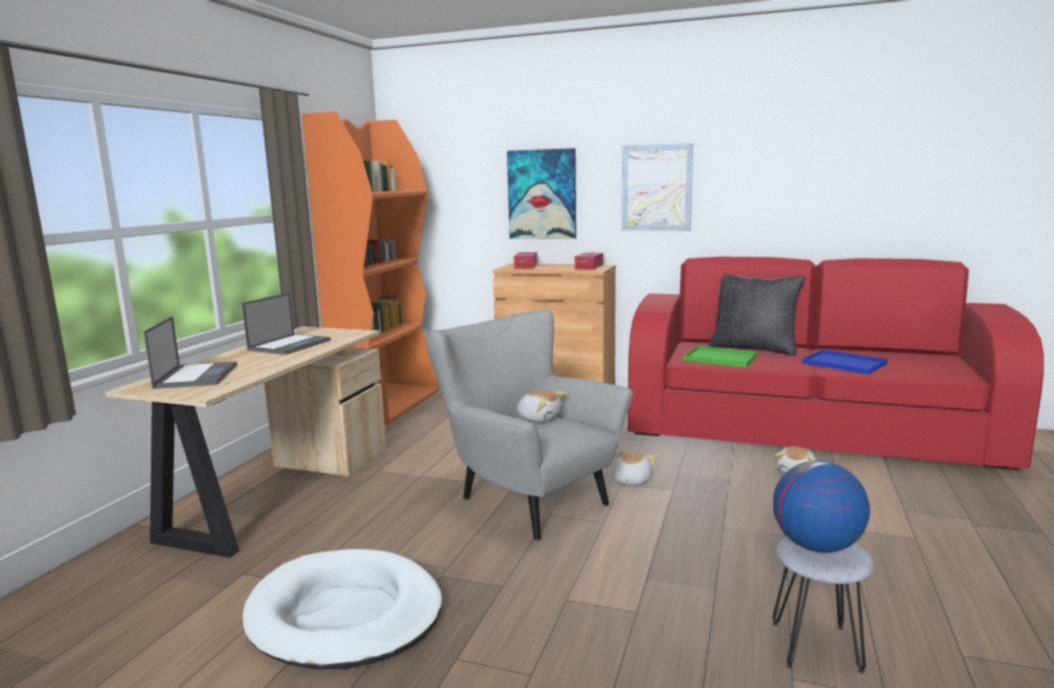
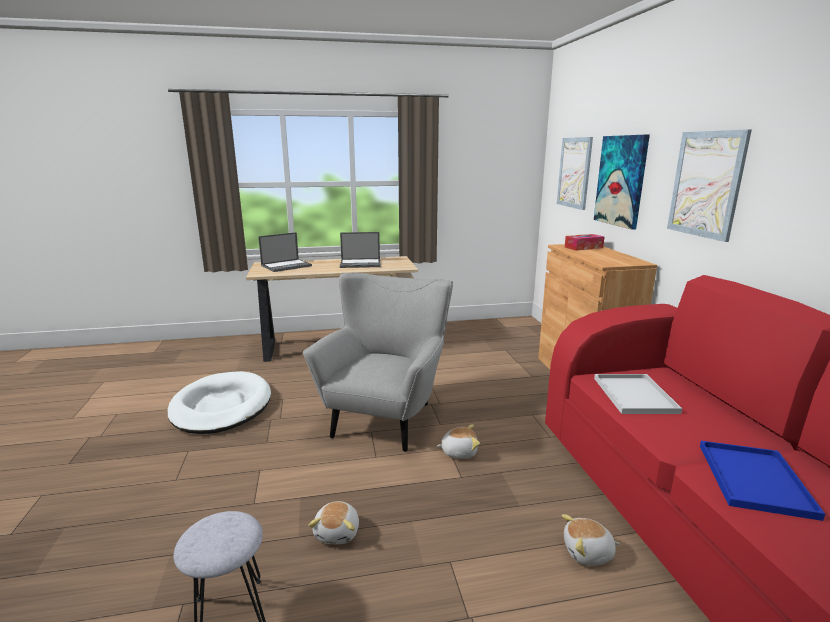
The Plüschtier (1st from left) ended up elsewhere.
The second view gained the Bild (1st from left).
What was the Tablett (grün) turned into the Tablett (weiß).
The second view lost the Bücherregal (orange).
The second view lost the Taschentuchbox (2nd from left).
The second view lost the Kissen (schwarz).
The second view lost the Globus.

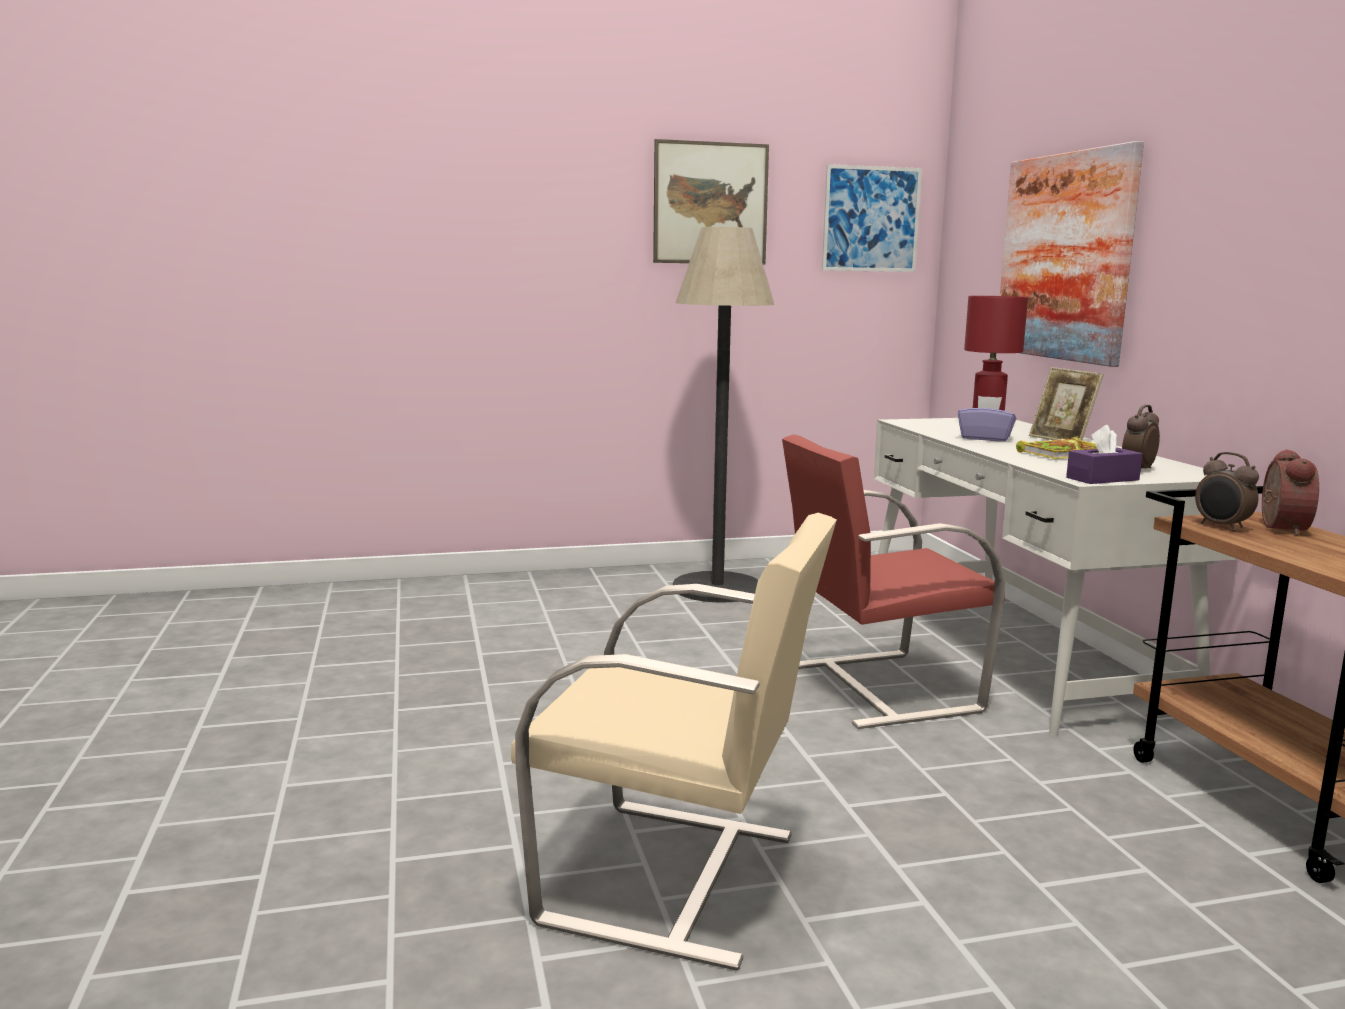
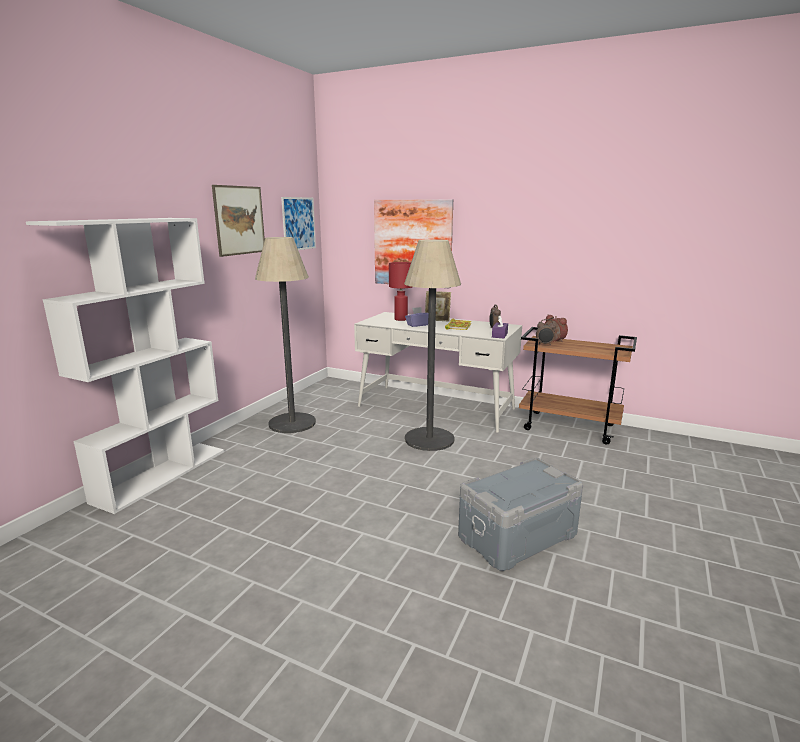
The second view gained the Bücherregal (weiß).
Where the Stuhl (rot) stood, the Stehlampe (2nd from left) came to stand.
Where the Stuhl (beige) stood, the Aufbewahrungsbox (grau) came to stand.

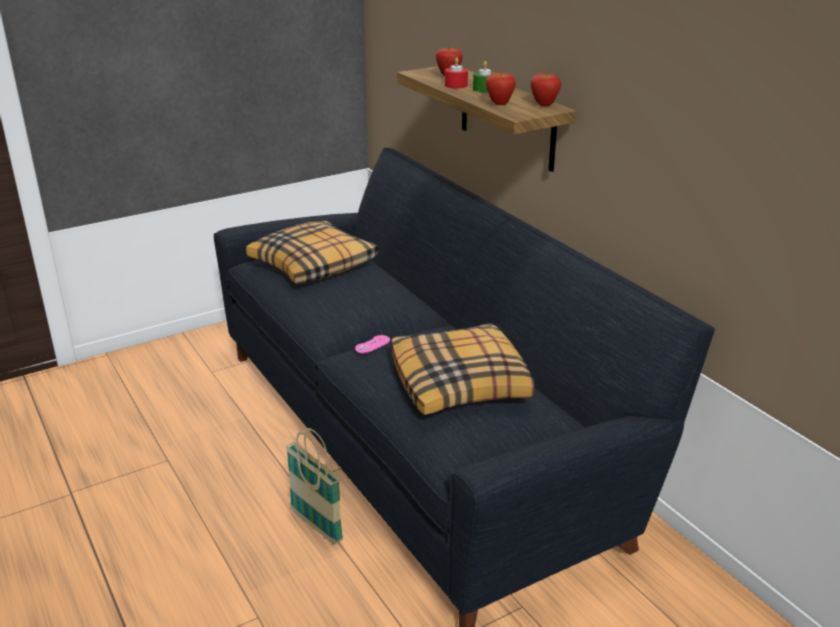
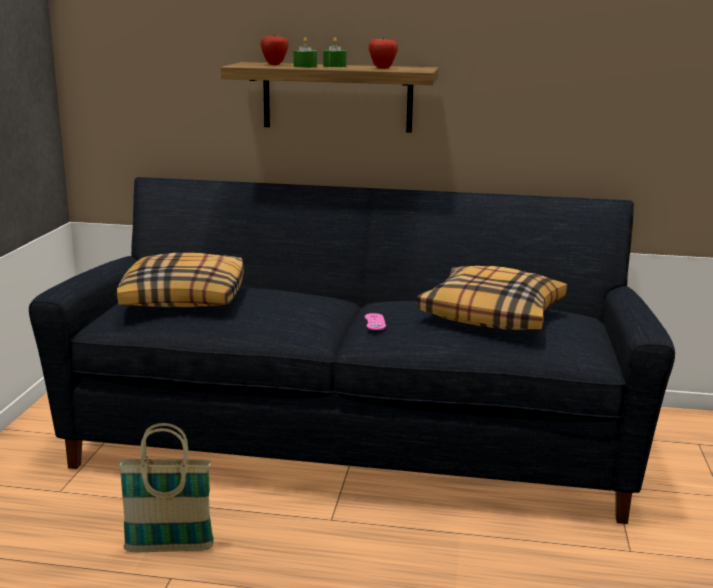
The Korb ended up elsewhere.
What was the Kerze (rot) turned into the Kerze (grün) (1st from left).
The second view lost the Apfel (3rd from left).

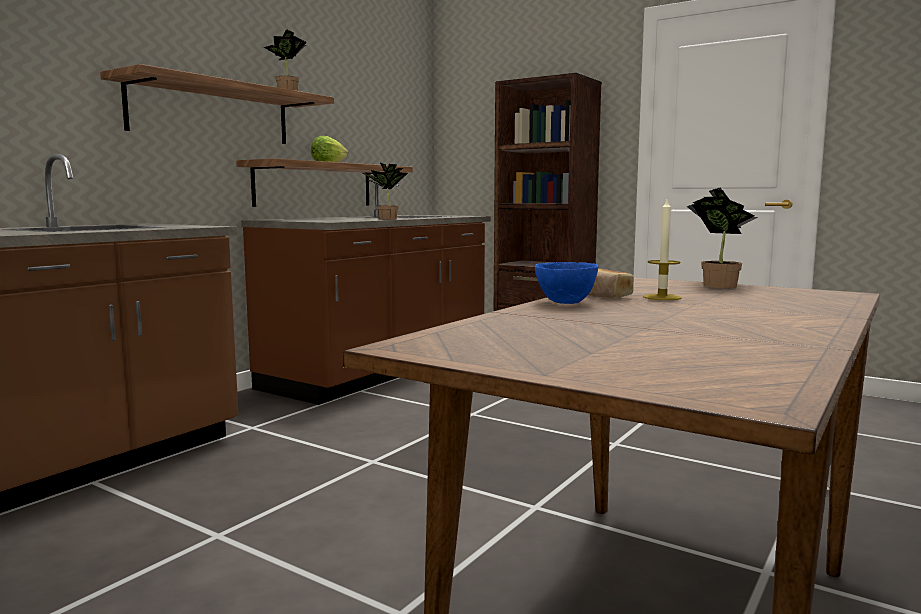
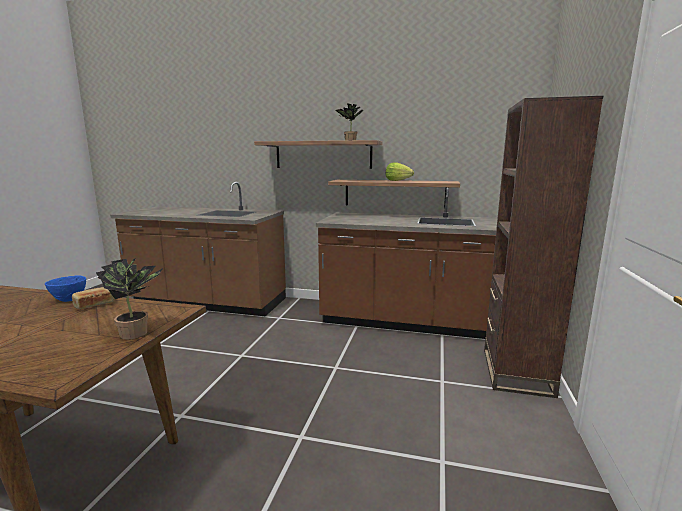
The second view lost the Topfpflanze (2nd from left).
The second view lost the Kerze.

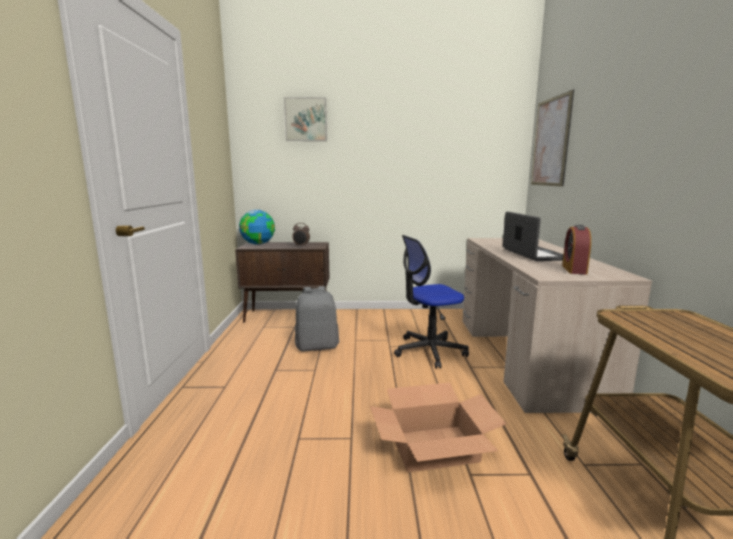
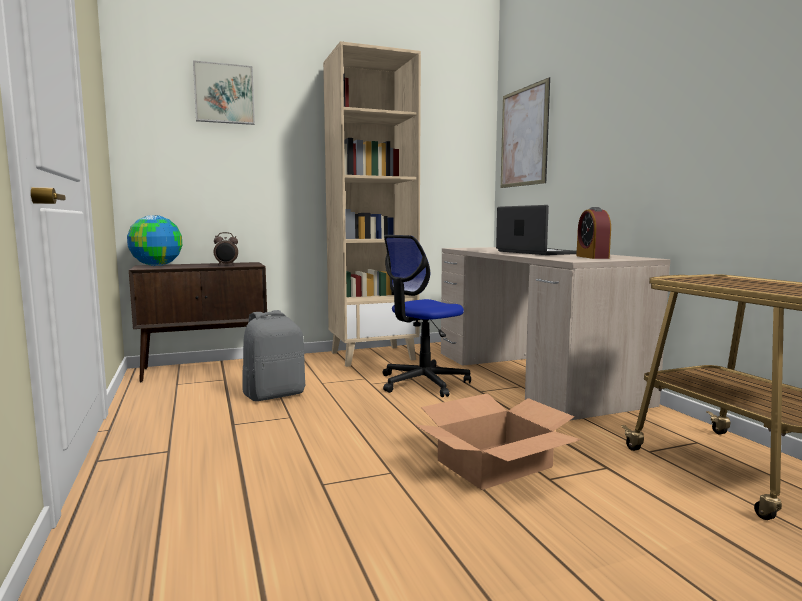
The second view gained the Bücherregal (beige).

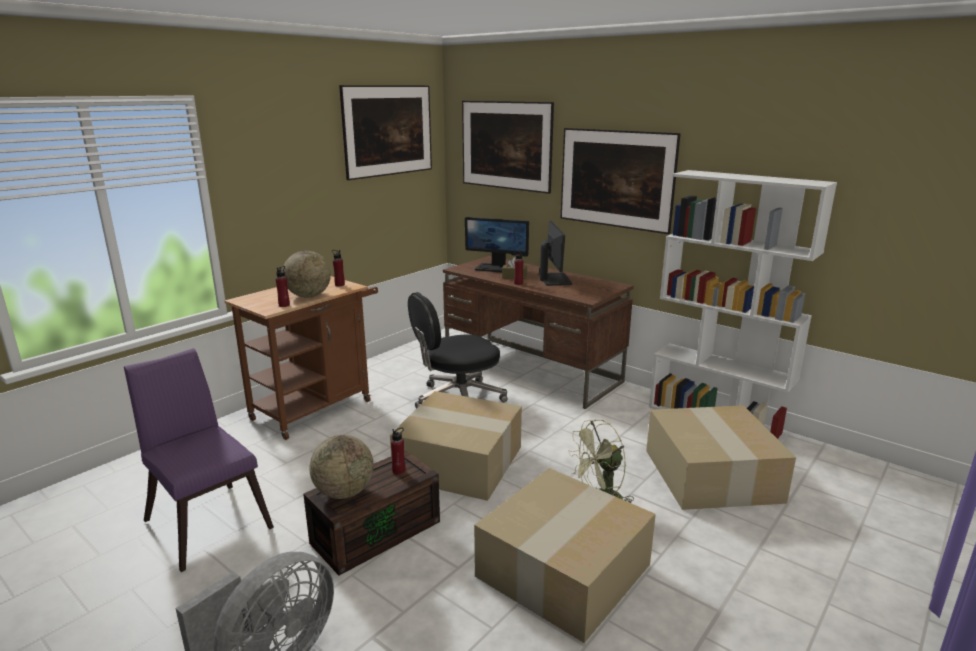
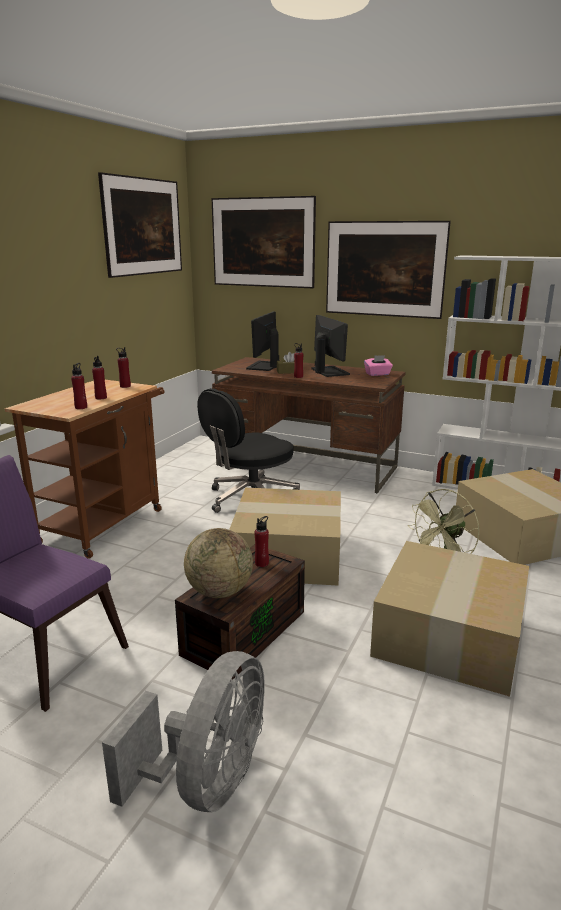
Where the Globus (1st from left) stood, the Flasche (rot) (2nd from left) came to stand.
The Monitor (1st from left) ended up facing another way, 105 degrees clockwise from before.
The second view gained the Taschentuchbox (rosa).

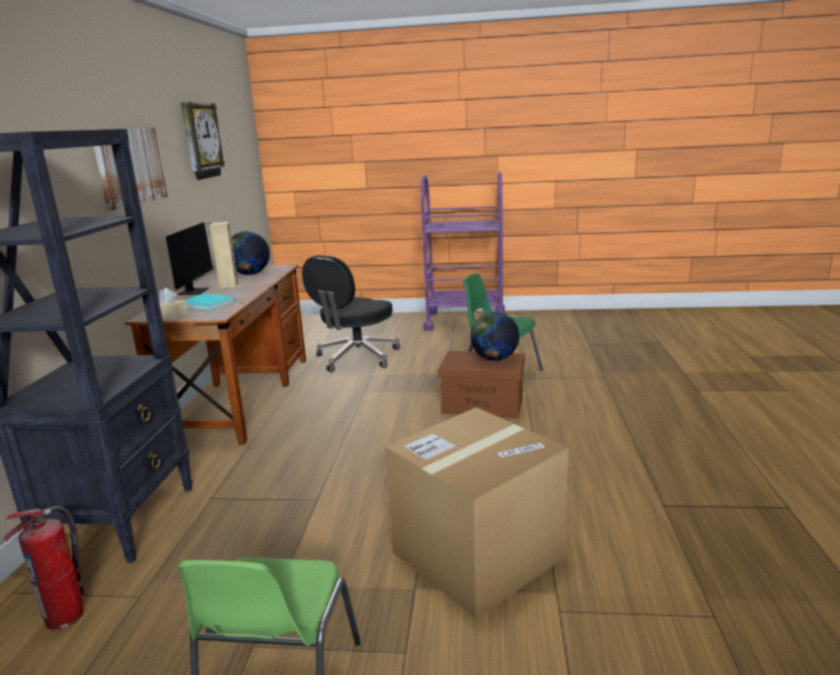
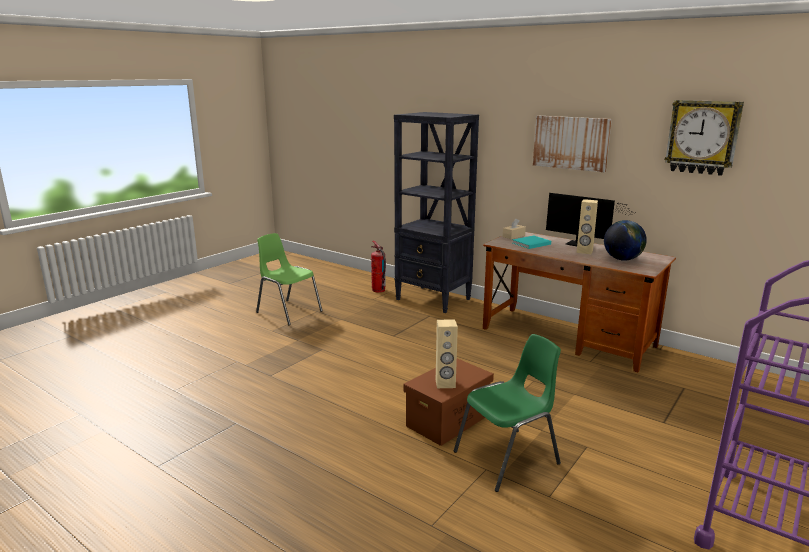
Where the Globus (2nd from left) stood, the Lautsprecher (beige) (1st from left) came to stand.
The second view lost the Bürostuhl (schwarz).
The second view lost the Karton.

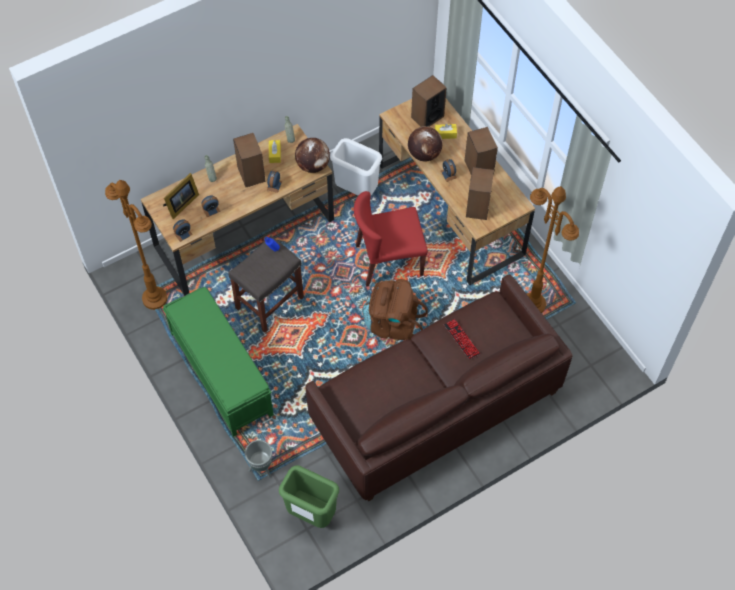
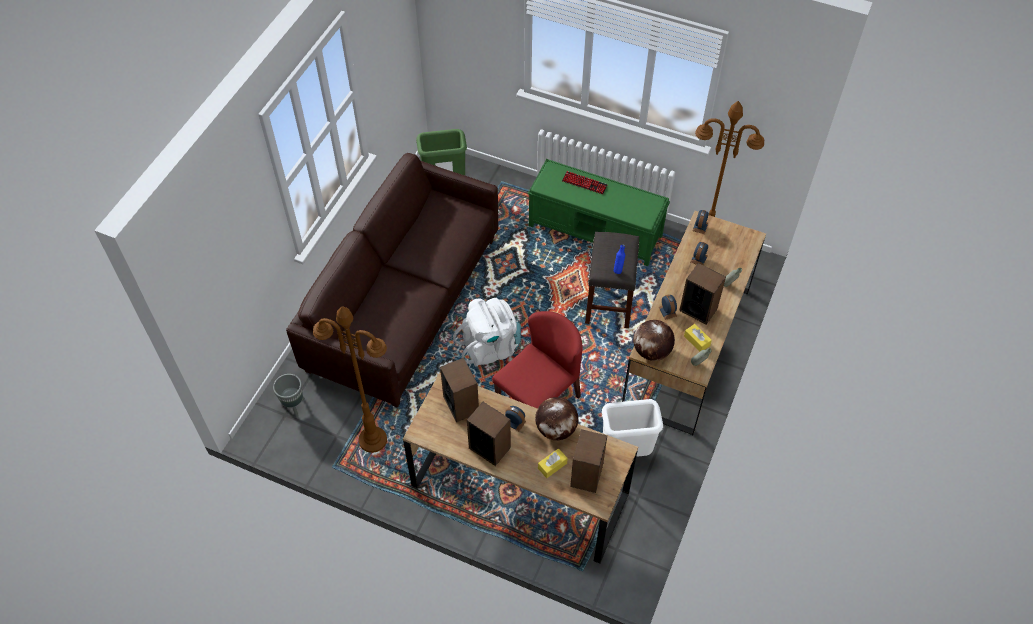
The Pflanzkübel (grau) ended up elsewhere.
What was the Rucksack (braun) turned into the Rucksack (weiß).
The Tastatur ended up elsewhere.
The second view lost the Bilderrahmen.

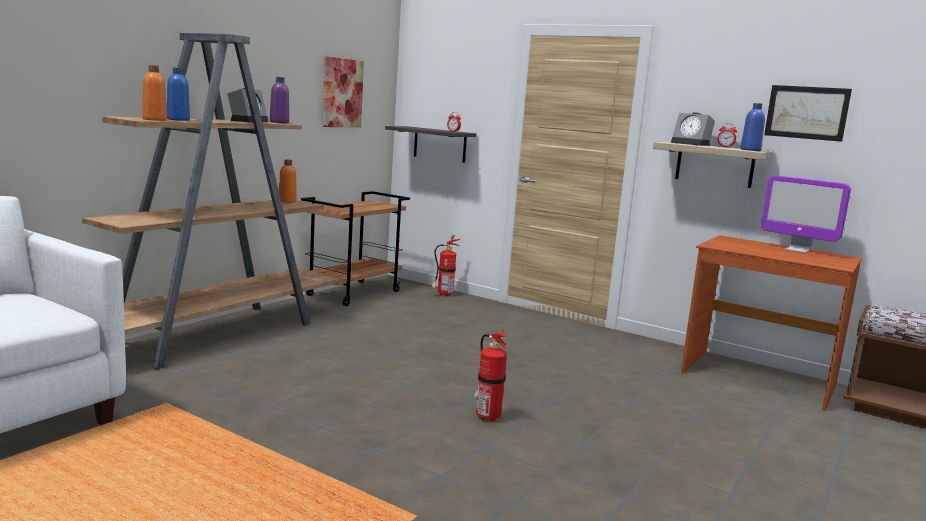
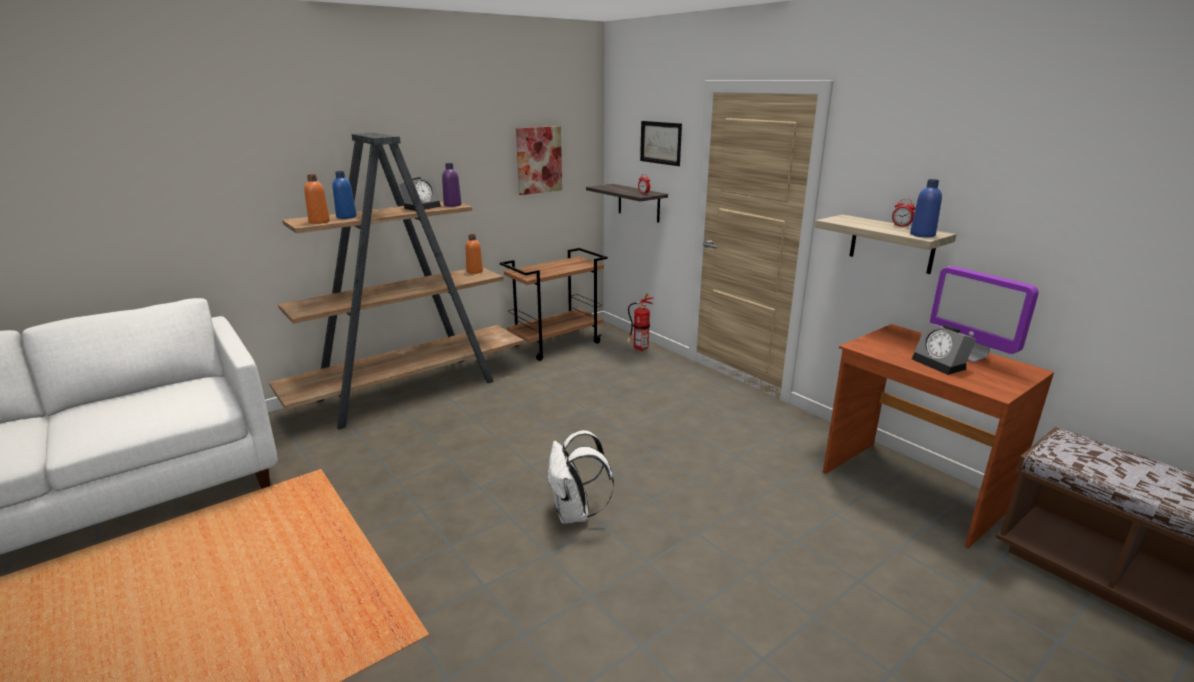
Where the Feuerlöscher (2nd from left) stood, the Rucksack (weiß) came to stand.
The Bild (2nd from left) ended up elsewhere.
The Wecker (3rd from left in the first image) ended up elsewhere.

